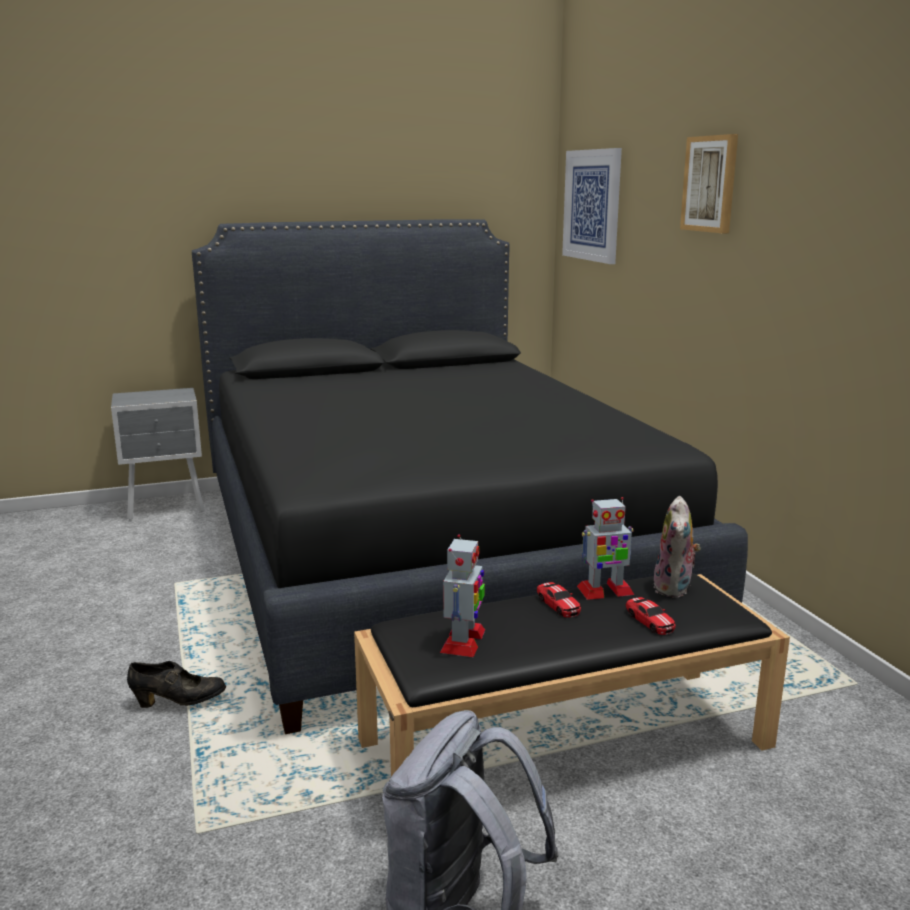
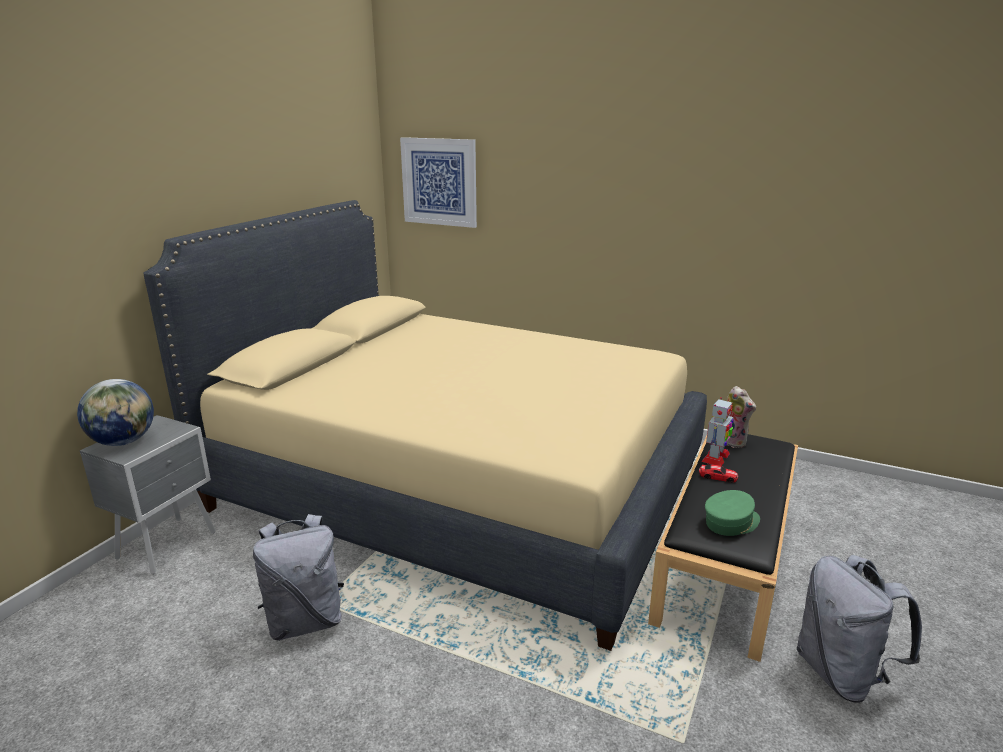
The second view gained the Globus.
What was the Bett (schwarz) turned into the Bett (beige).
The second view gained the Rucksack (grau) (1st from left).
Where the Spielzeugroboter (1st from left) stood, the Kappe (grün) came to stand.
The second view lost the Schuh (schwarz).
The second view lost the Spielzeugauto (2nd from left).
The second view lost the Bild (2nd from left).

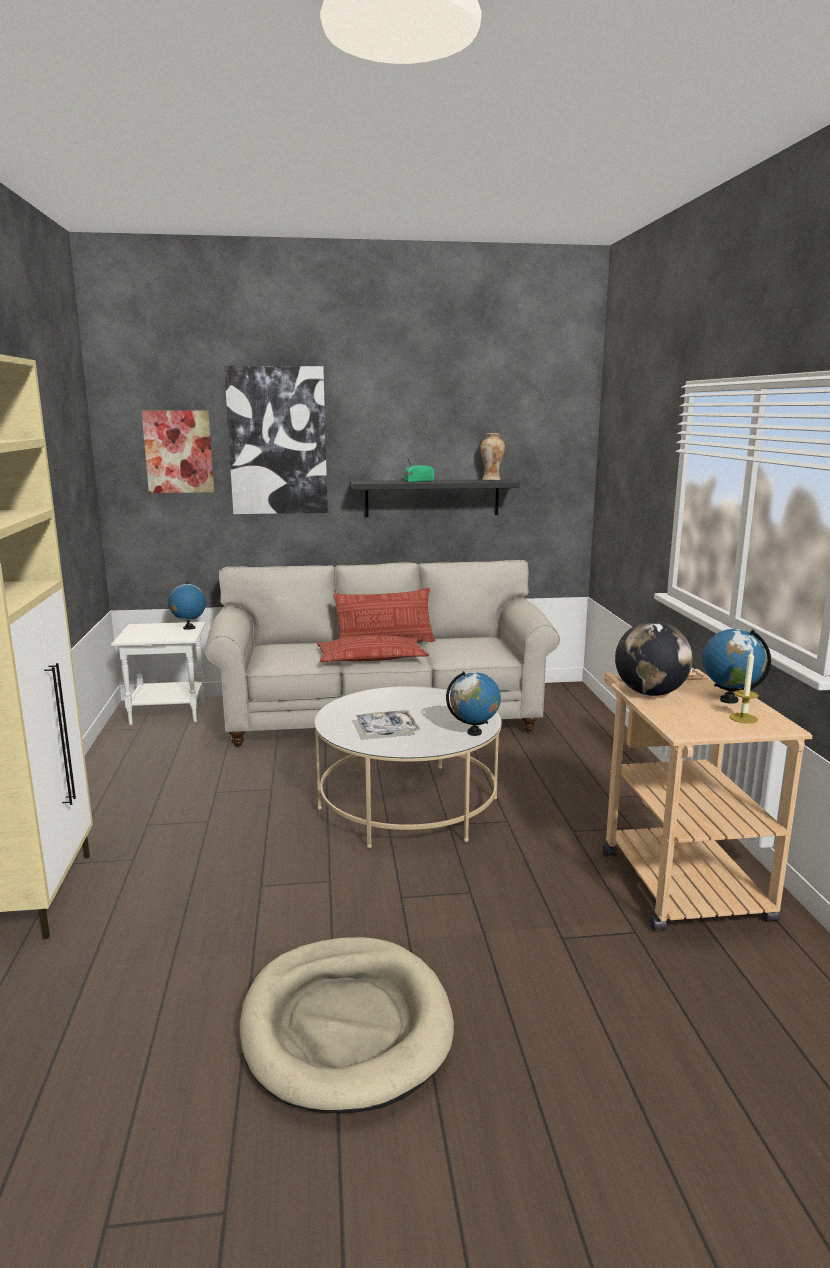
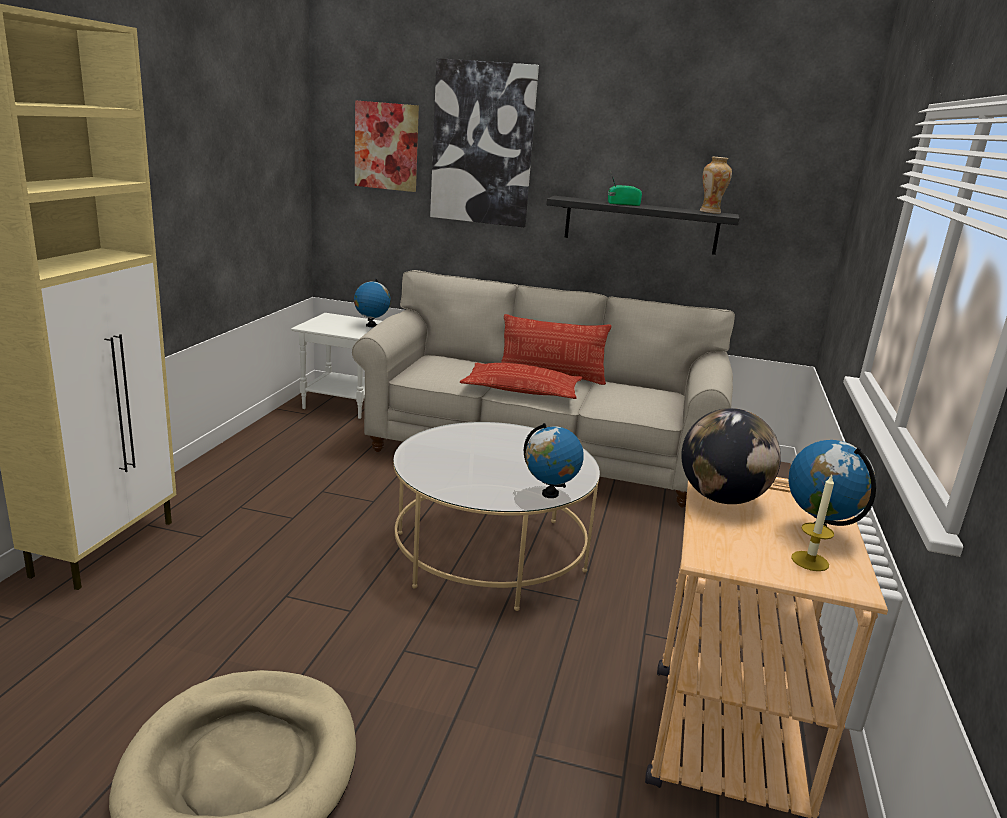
The second view lost the Tablett.

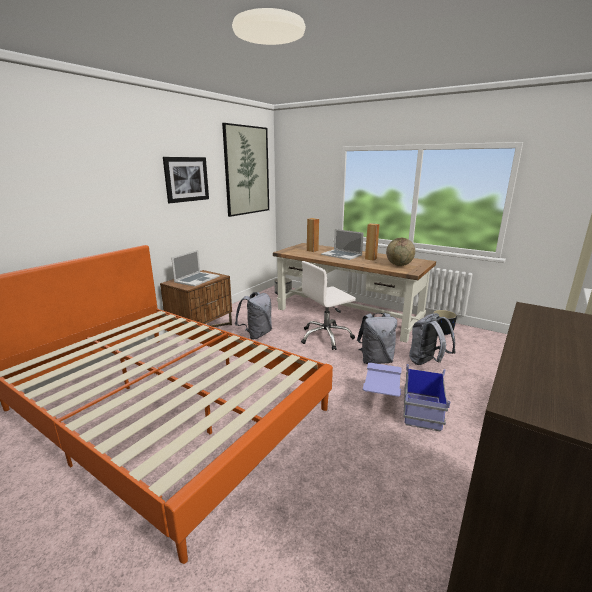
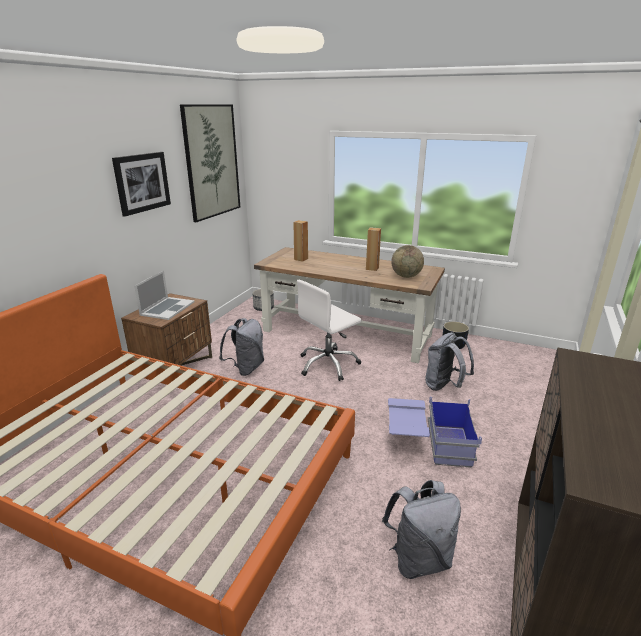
The Rucksack (grau) (2nd from left) ended up elsewhere.
The second view lost the Laptop (2nd from left).

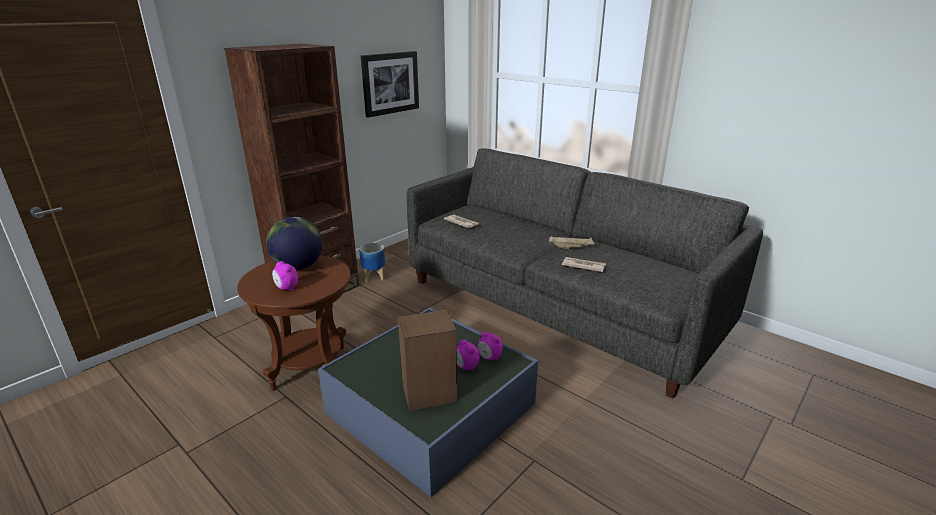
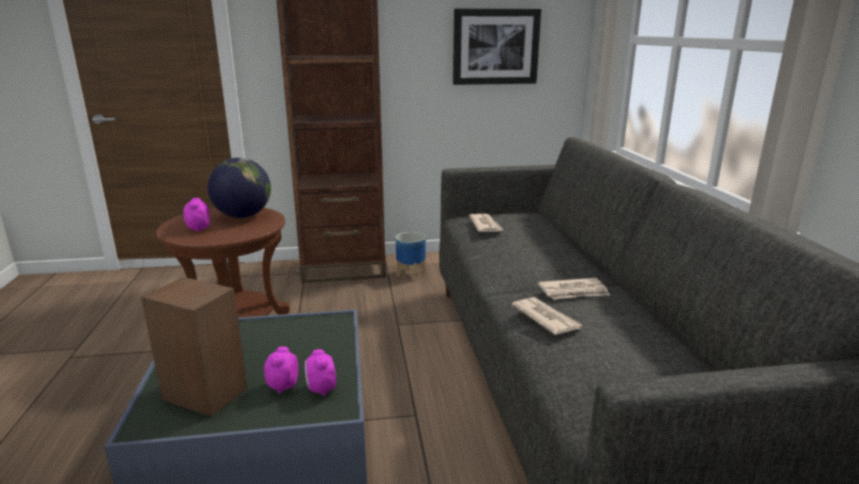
Where the Tablett (beige) stood, the Zeitung (3rd from left) came to stand.

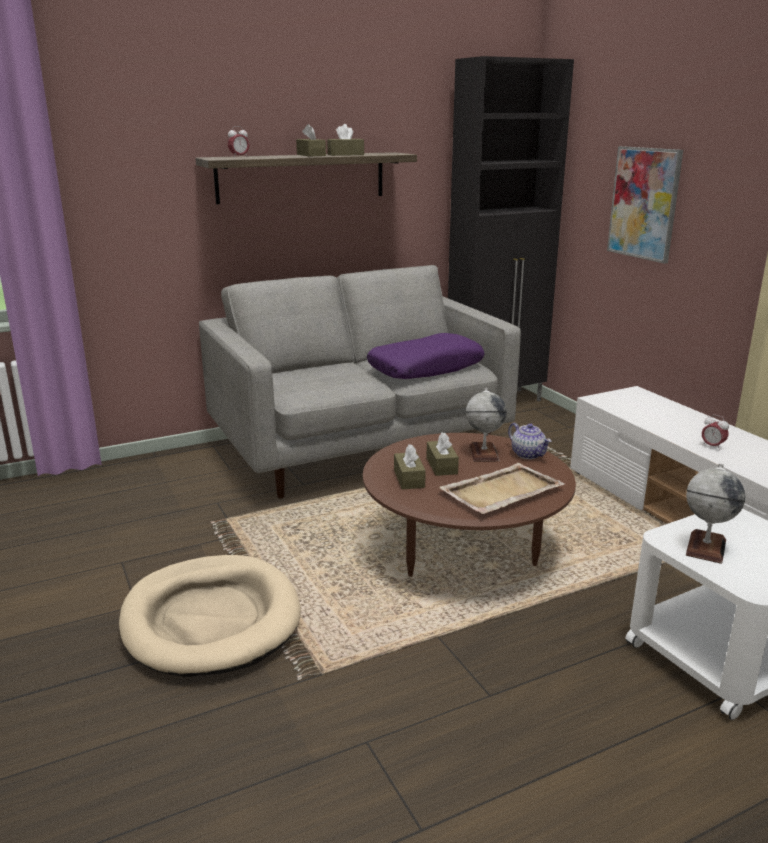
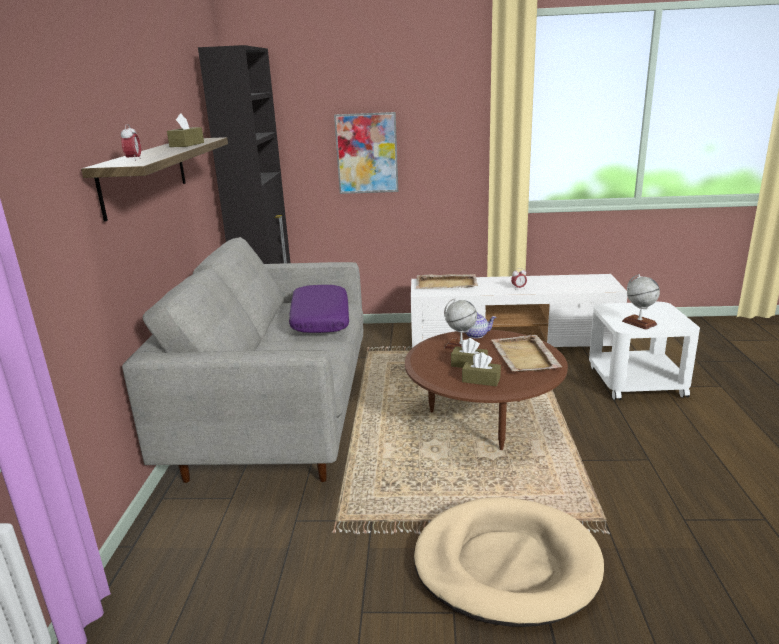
The second view gained the Tablett (beige) (1st from left).
The second view lost the Taschentuchbox (braun) (1st from left).

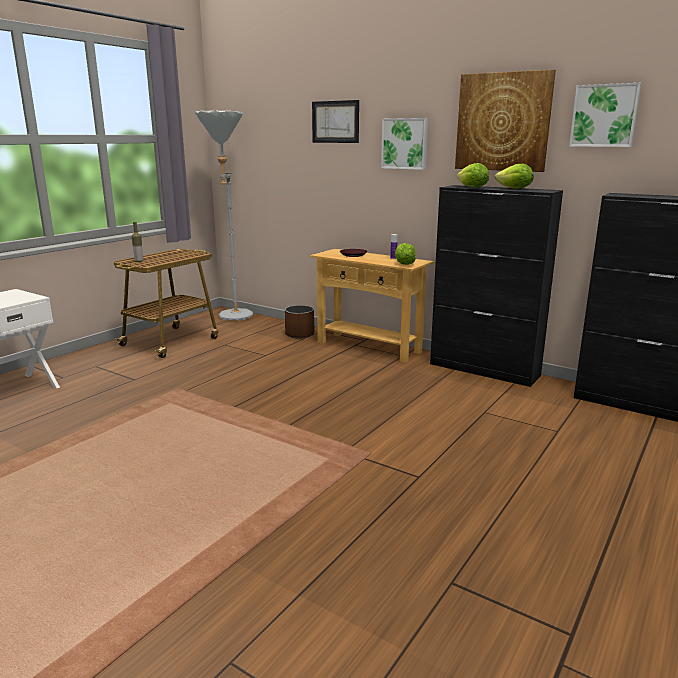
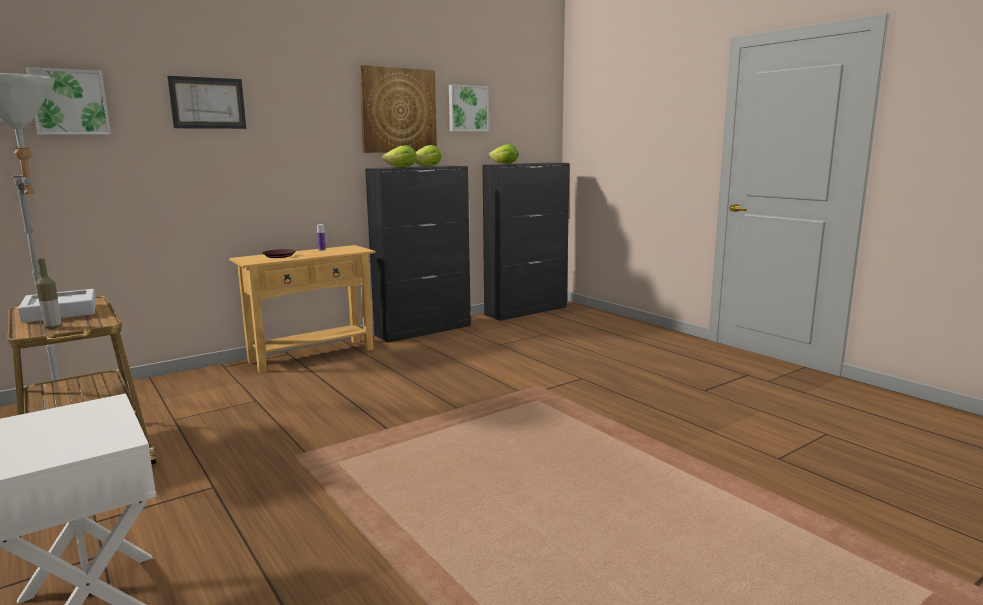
The second view gained the Tablett (grau).
The Bild (2nd from left in the first image) ended up elsewhere.
The Salatkopf (1st from left in the first image) ended up elsewhere.
The second view lost the Pflanzkübel (braun).

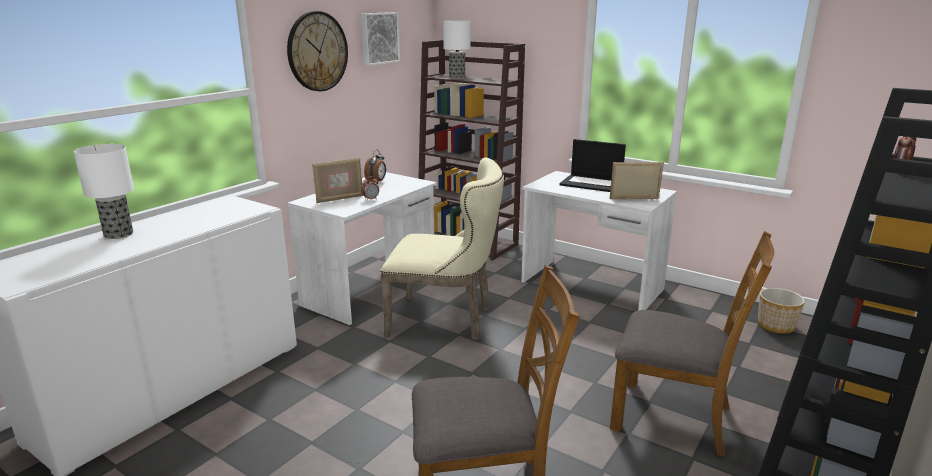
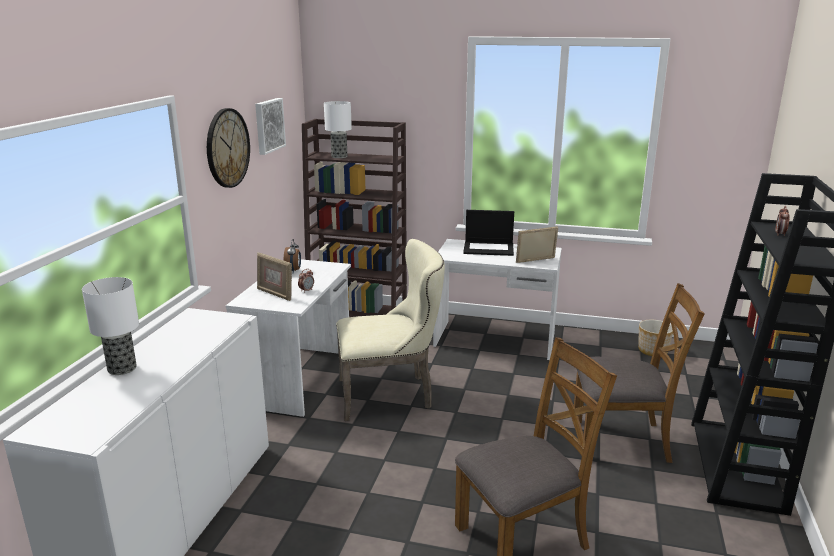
The Bilderrahmen (1st from left) ended up facing another way, 90 degrees clockwise from before.

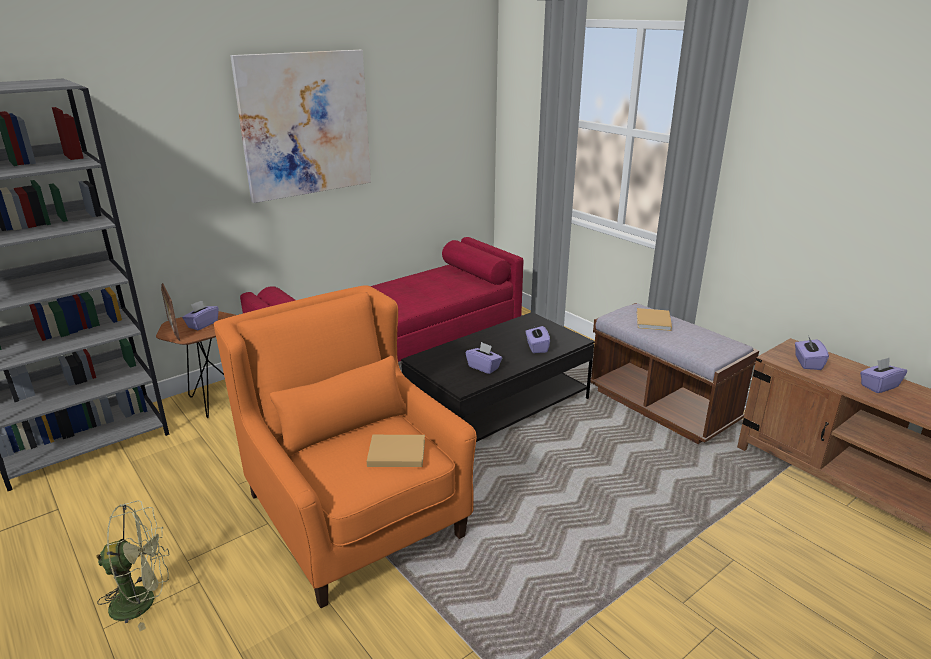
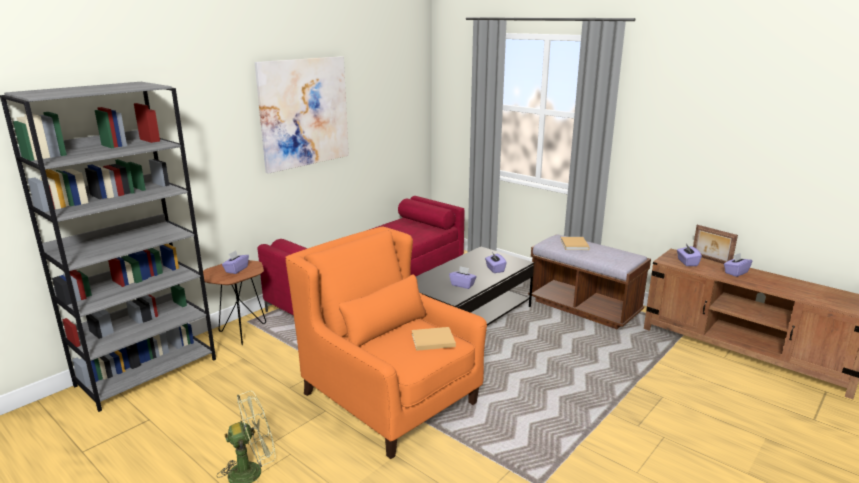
The Bilderrahmen ended up elsewhere.

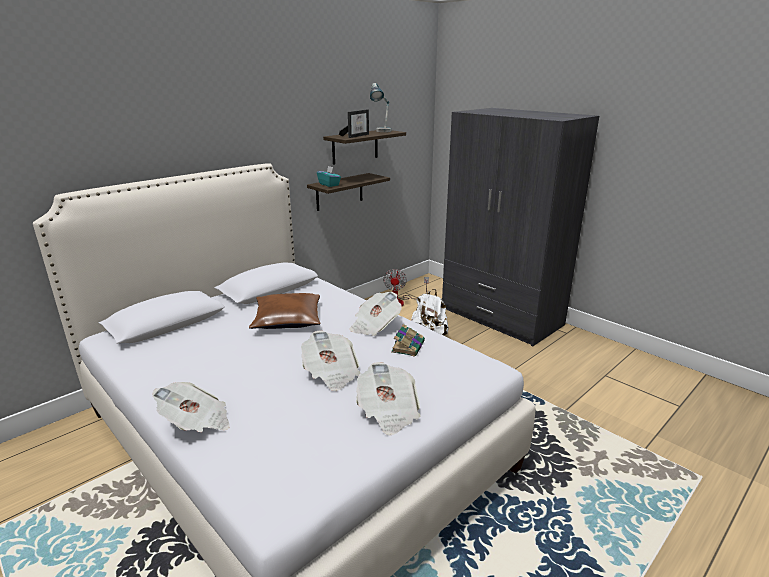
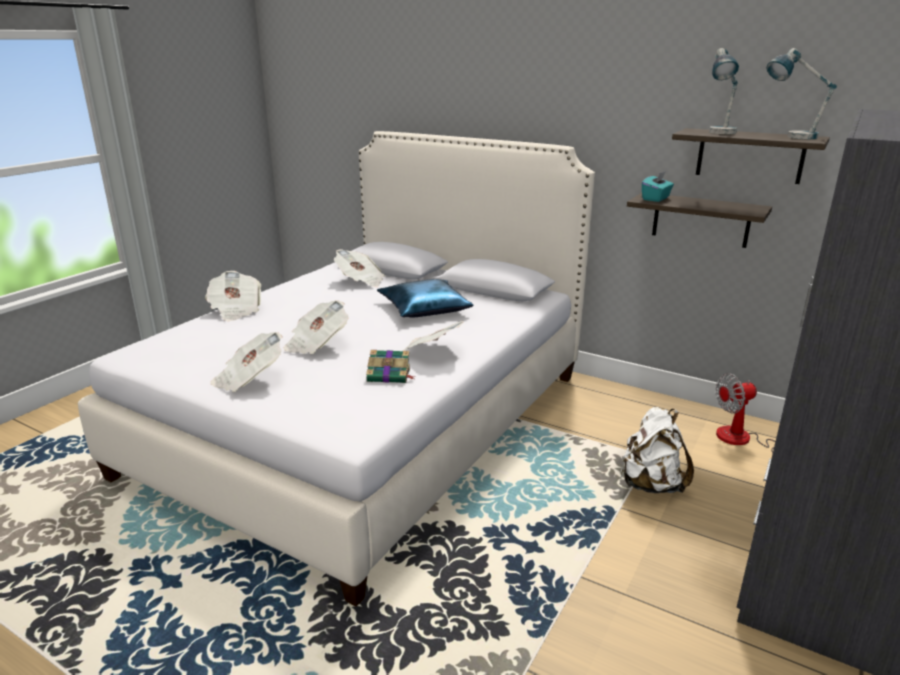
The second view gained the Zeitung (4th from left).
What was the Kissen (braun) turned into the Kissen (blau).
Where the Bilderrahmen stood, the Tischlampe (1st from left) came to stand.

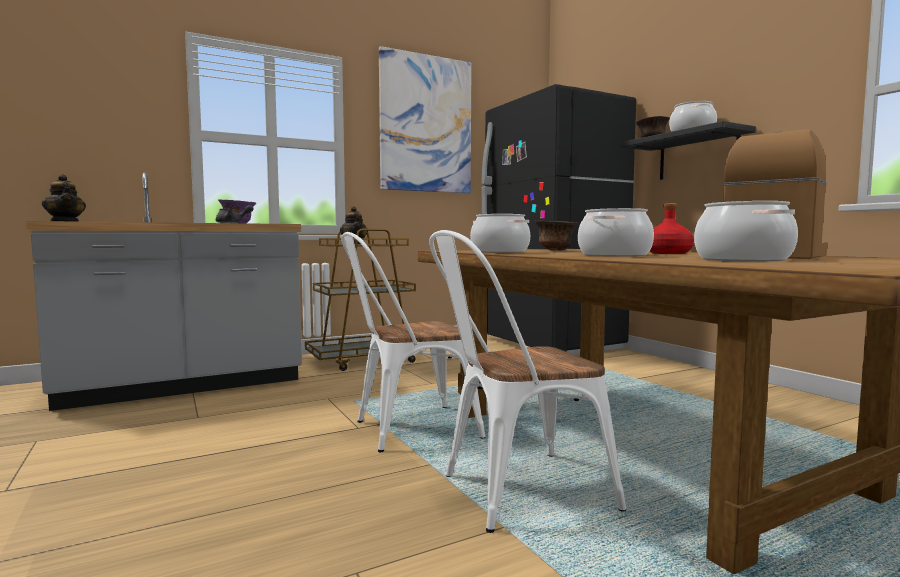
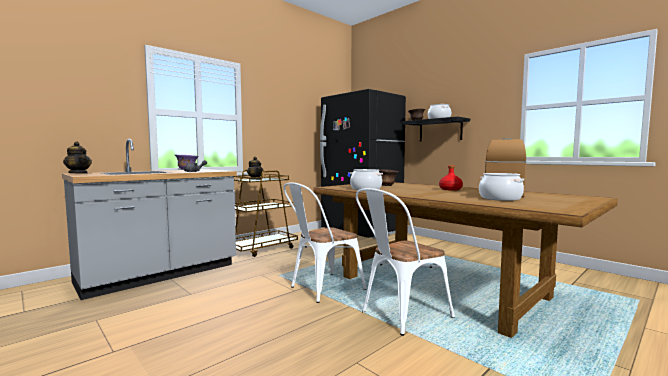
The second view lost the Bild.
The second view lost the Kochtopf (2nd from left).

